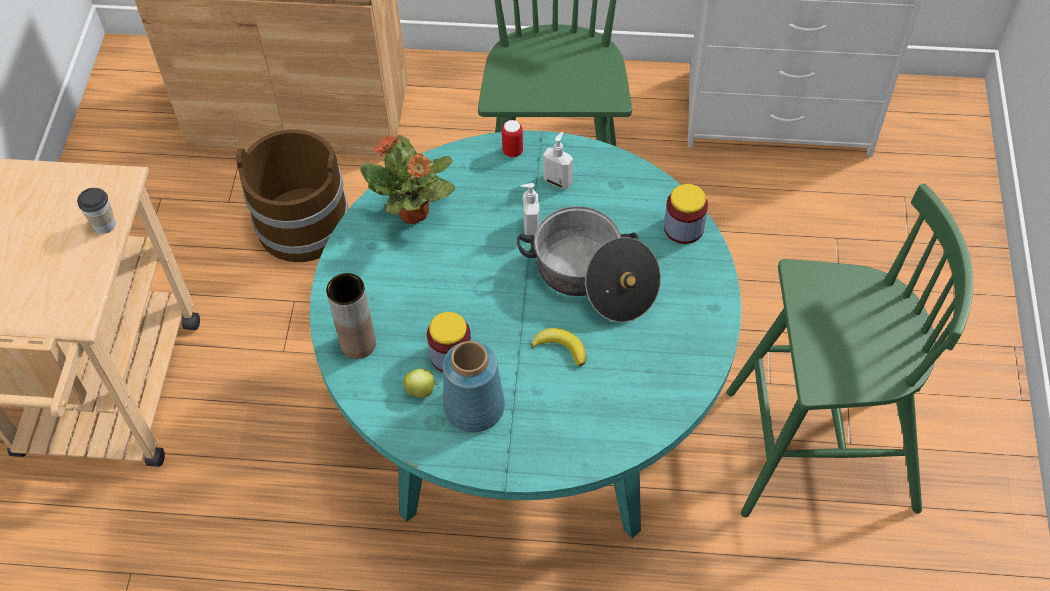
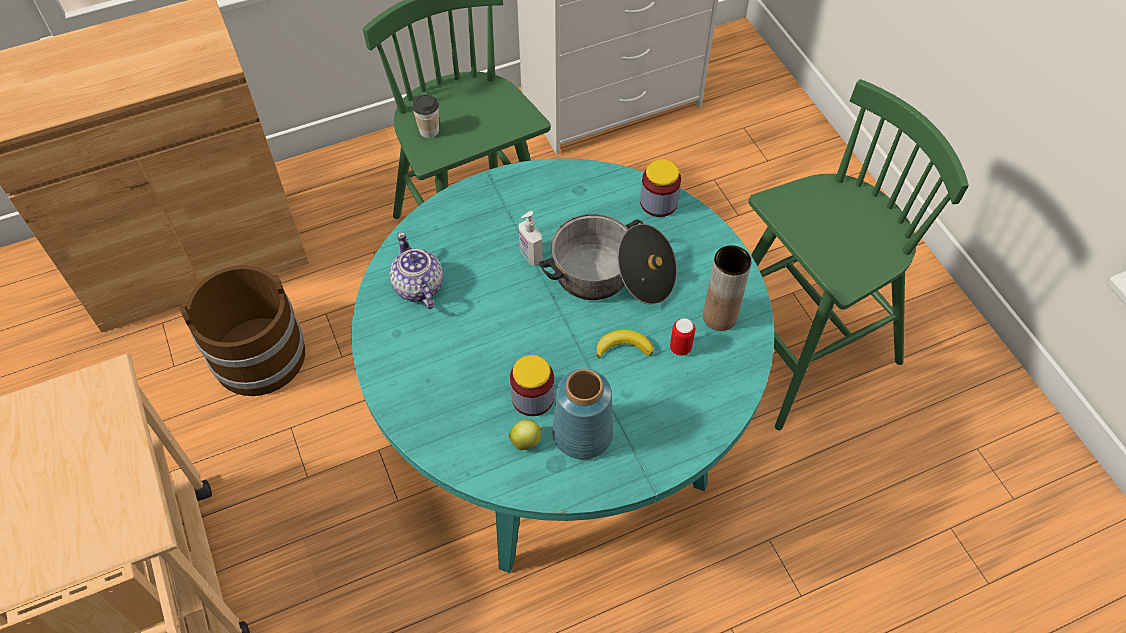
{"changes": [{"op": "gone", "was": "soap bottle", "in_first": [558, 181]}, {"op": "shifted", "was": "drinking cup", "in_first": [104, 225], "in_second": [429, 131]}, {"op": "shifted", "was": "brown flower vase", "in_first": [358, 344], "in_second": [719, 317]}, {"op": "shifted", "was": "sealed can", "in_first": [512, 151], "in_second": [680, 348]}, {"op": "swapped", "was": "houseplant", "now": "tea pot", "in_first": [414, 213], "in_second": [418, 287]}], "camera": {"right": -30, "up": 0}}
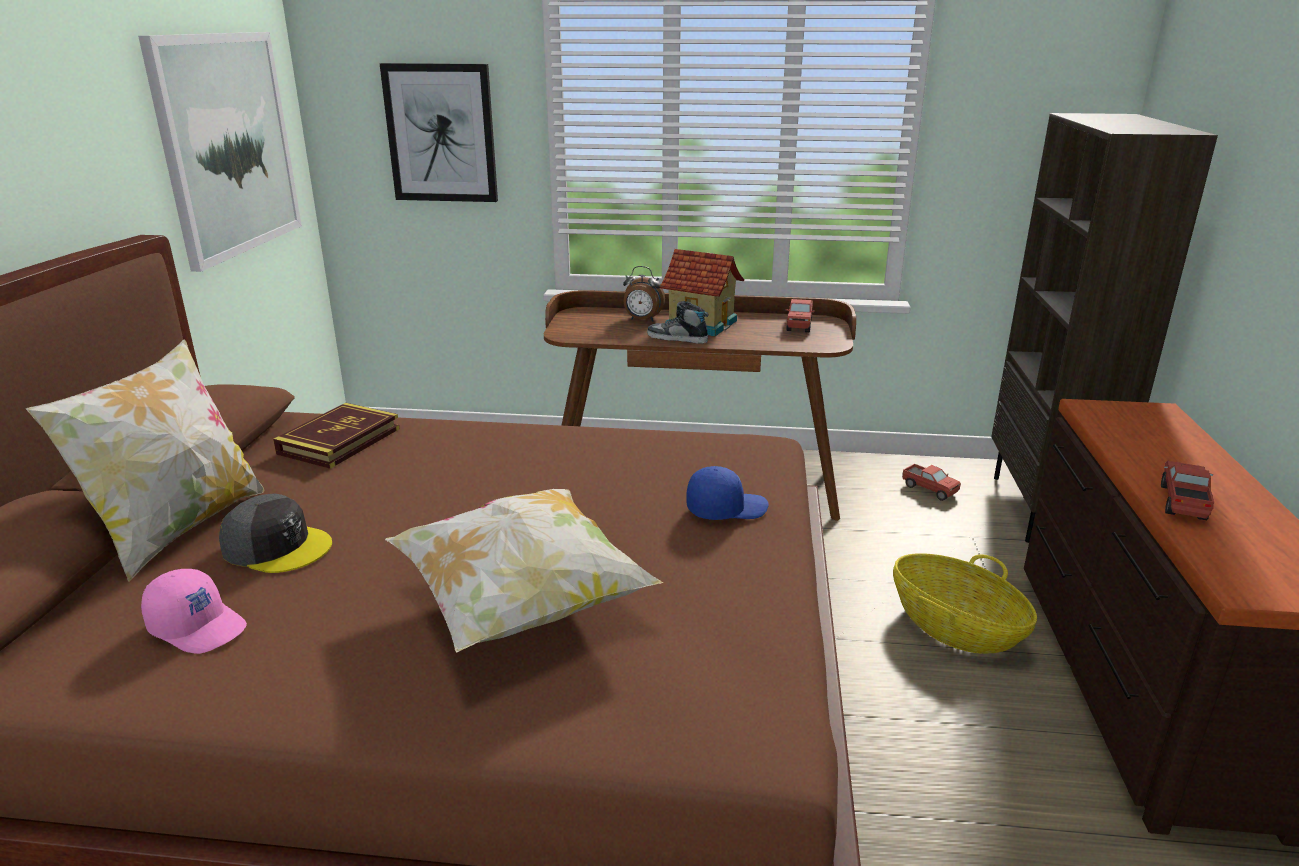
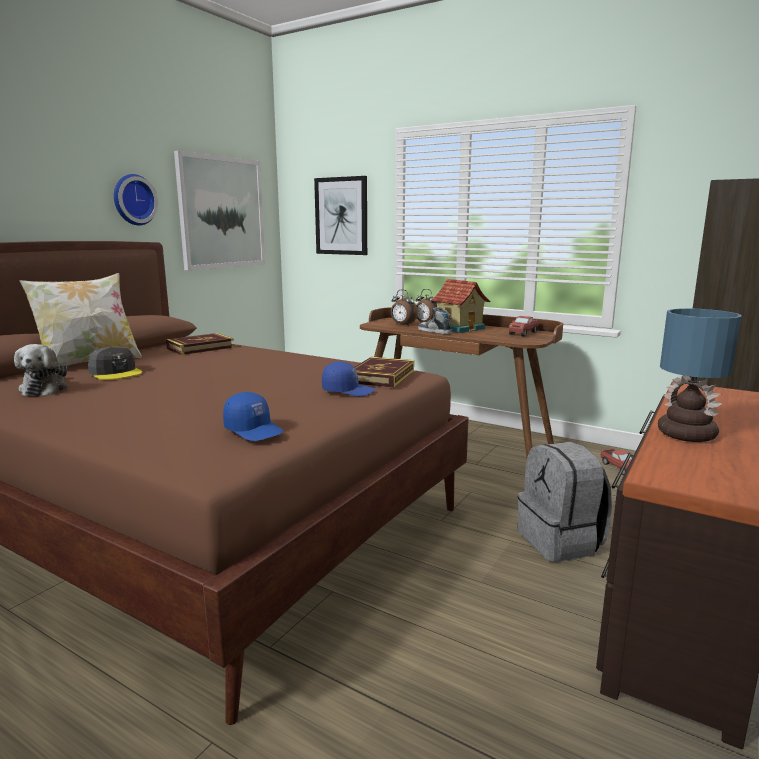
{"changes": [{"op": "gone", "was": "throw pillow", "in_first": [522, 604]}, {"op": "new", "now": "clock on the wall", "in_second": [133, 200]}, {"op": "new", "now": "blue cap", "in_second": [254, 430]}, {"op": "new", "now": "book", "in_second": [381, 376]}, {"op": "new", "now": "bedside clock", "in_second": [402, 325]}, {"op": "swapped", "was": "pinkish cap", "now": "cuddly toy", "in_first": [199, 626], "in_second": [46, 389]}, {"op": "swapped", "was": "storage basket", "now": "grey backpack", "in_first": [955, 627], "in_second": [561, 541]}, {"op": "swapped", "was": "model truck", "now": "lamp for a table", "in_first": [1182, 503], "in_second": [684, 434]}], "camera": {"right": 25, "up": -10}}
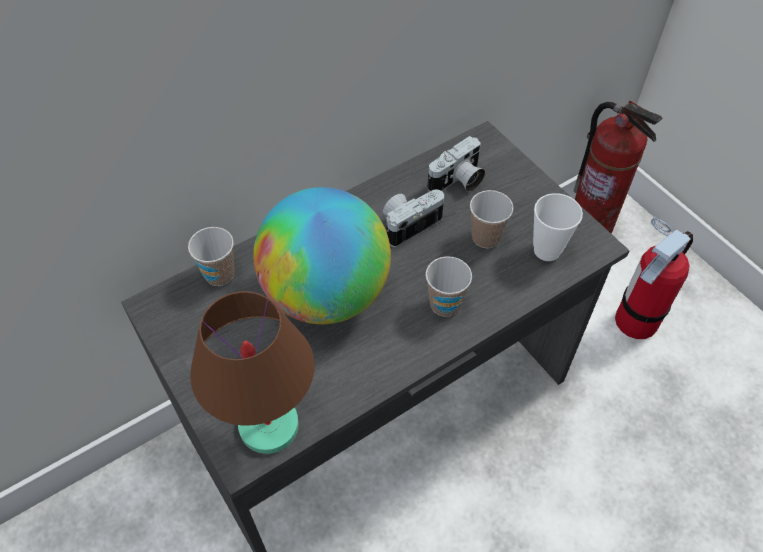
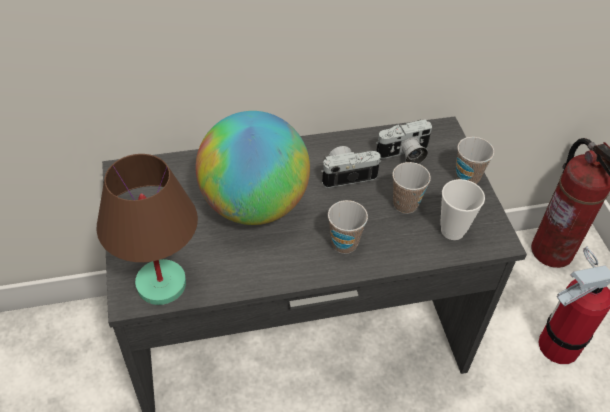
{"changes": [{"op": "shifted", "was": "drinking cup", "in_first": [219, 274], "in_second": [467, 178]}], "camera": {"right": 20, "up": -5}}
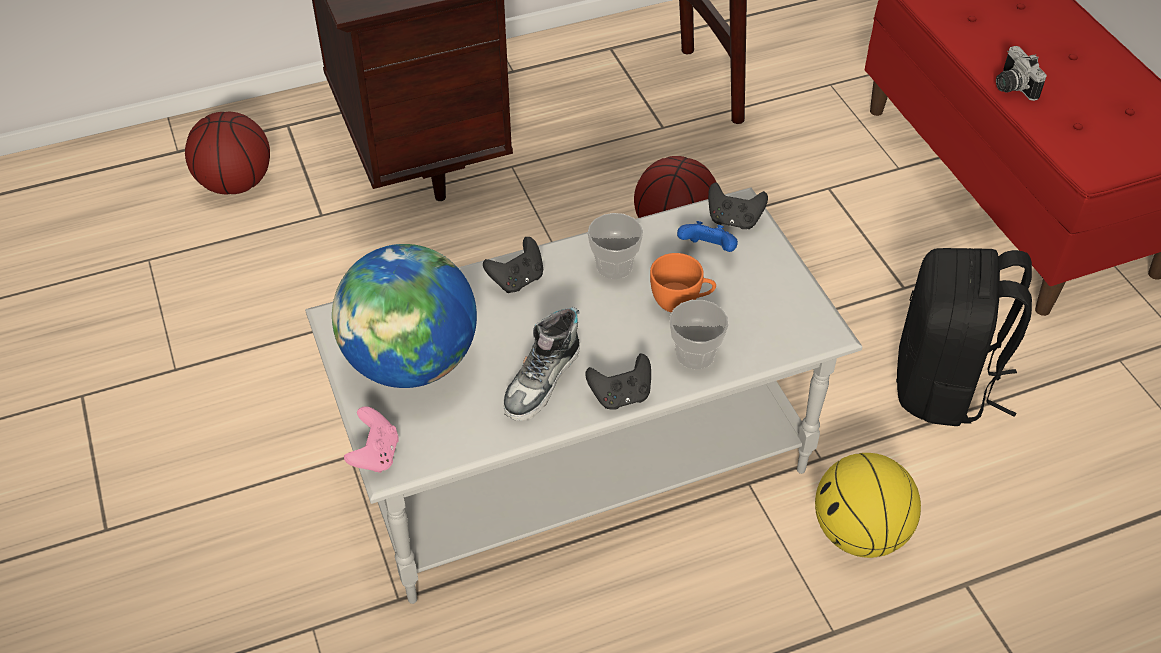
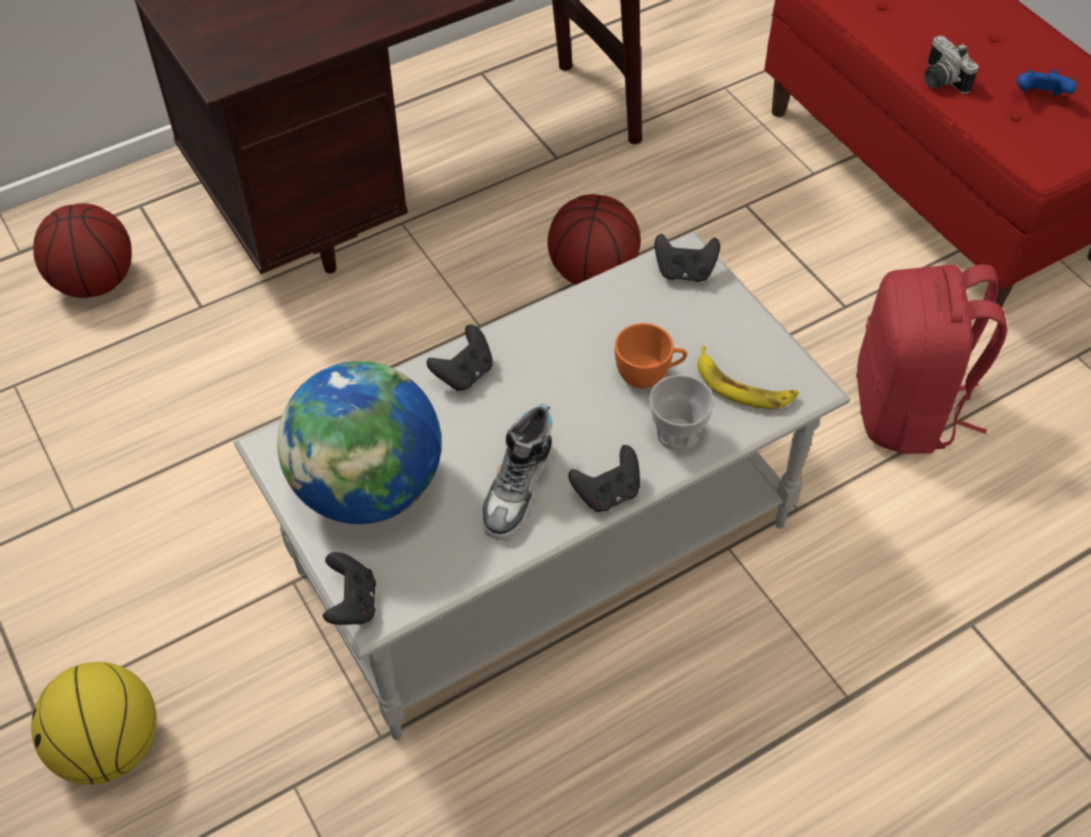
{"changes": [{"op": "gone", "was": "drinking cup", "in_first": [614, 266]}, {"op": "new", "now": "banana", "in_second": [743, 386]}, {"op": "shifted", "was": "blue gamepad", "in_first": [708, 250], "in_second": [1039, 97]}, {"op": "shifted", "was": "ball for basketball", "in_first": [859, 533], "in_second": [110, 747]}, {"op": "repainted", "was": "pinkish gamepad", "now": "black-coloured gamepad", "in_first": [375, 455], "in_second": [352, 603]}, {"op": "repainted", "was": "black-coloured backpack", "now": "red backpack", "in_first": [944, 385], "in_second": [907, 409]}], "camera": {"right": -10, "up": 5}}
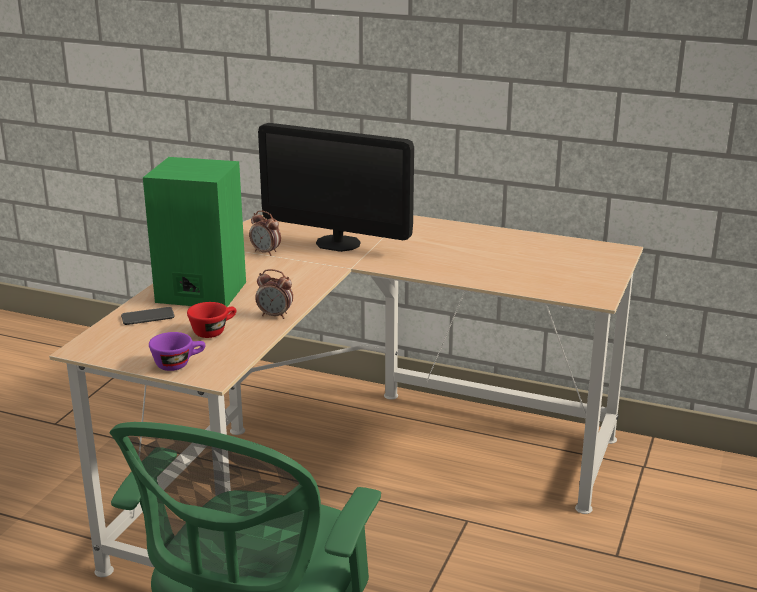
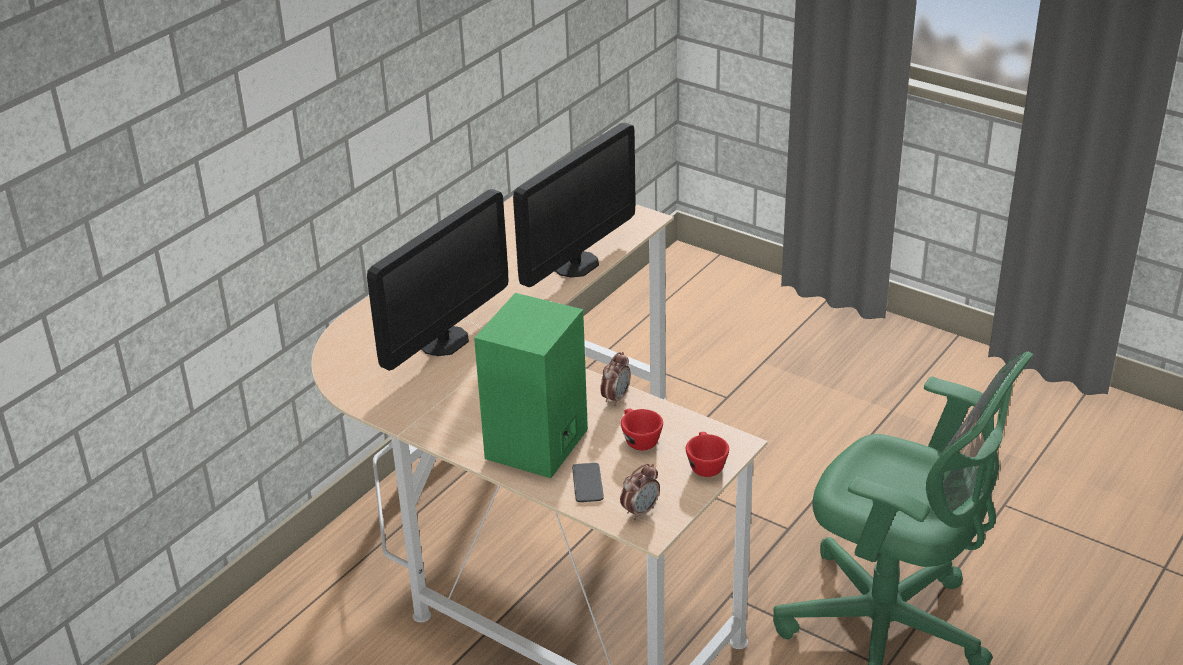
{"changes": [{"op": "new", "now": "monitor", "in_second": [575, 264]}, {"op": "shifted", "was": "bedside clock", "in_first": [266, 252], "in_second": [640, 511]}, {"op": "repainted", "was": "purplish drinking cup", "now": "red drinking cup", "in_first": [178, 364], "in_second": [705, 464]}], "camera": {"right": -75, "up": 10}}
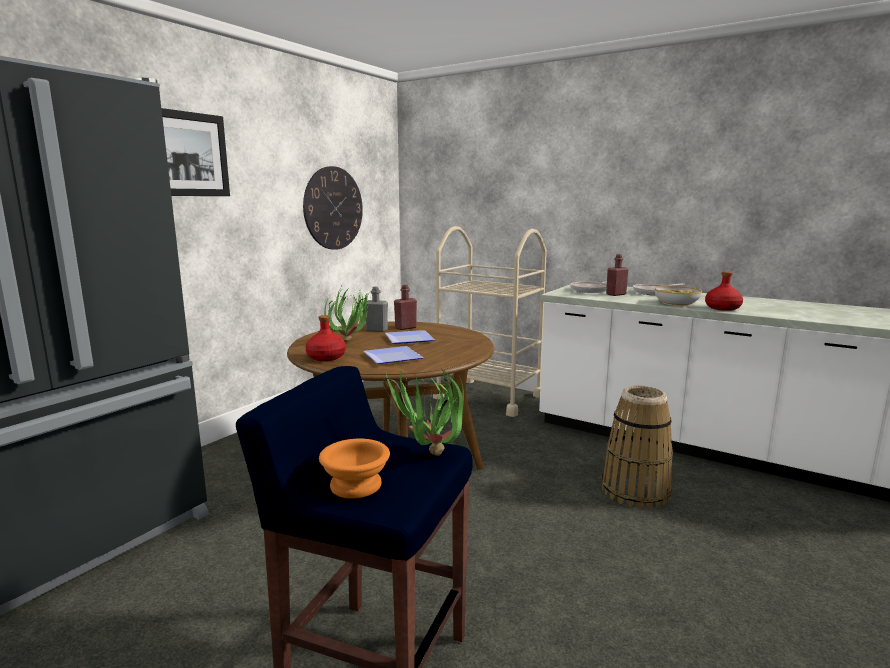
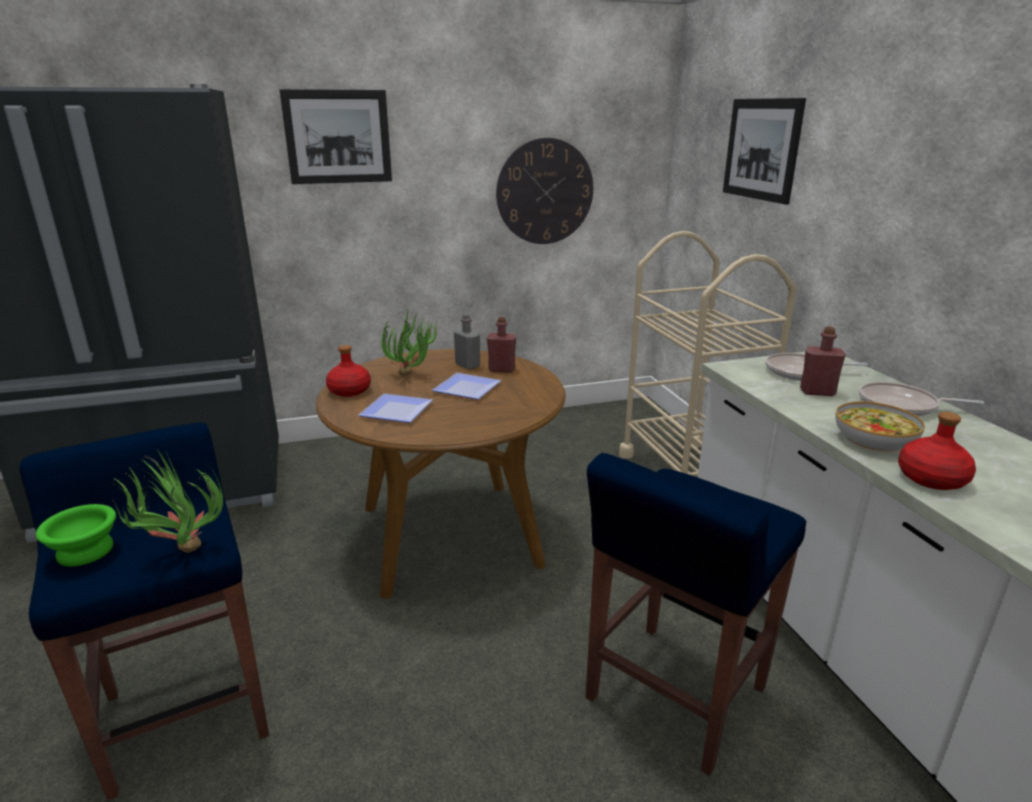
{"changes": [{"op": "new", "now": "picture", "in_second": [761, 149]}, {"op": "swapped", "was": "storage basket", "now": "blue sitting stool", "in_first": [635, 491], "in_second": [673, 695]}, {"op": "repainted", "was": "orange deep dish", "now": "green-coloured deep dish", "in_first": [357, 484], "in_second": [88, 551]}], "camera": {"right": 40, "up": 10}}
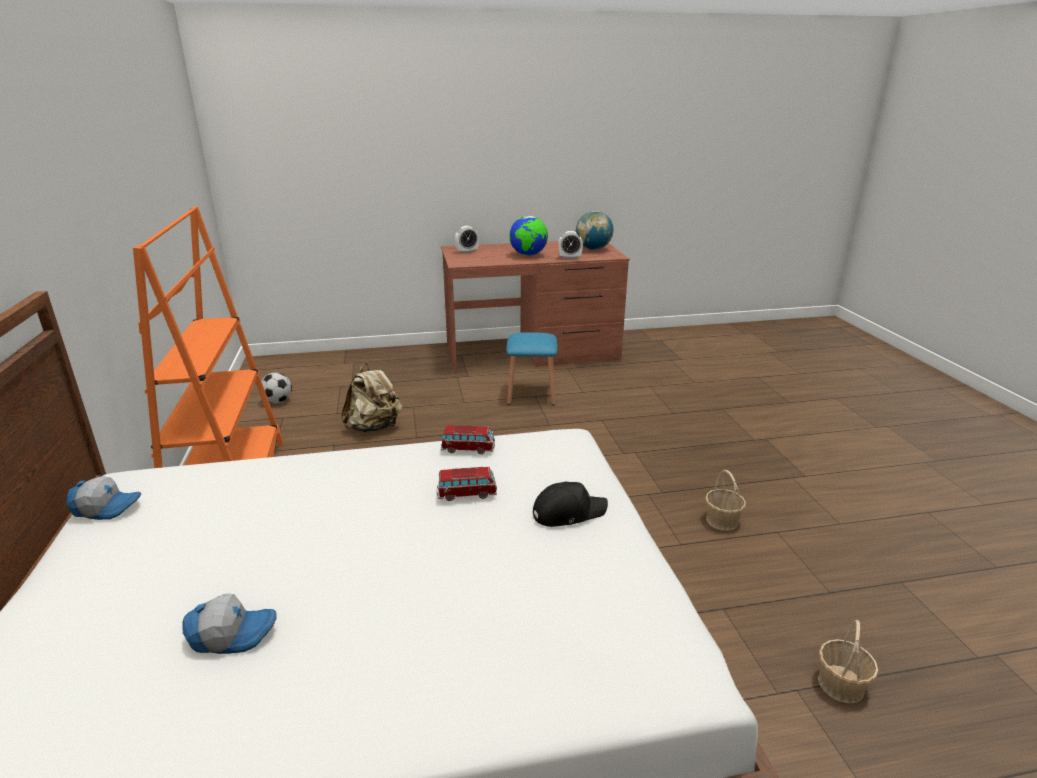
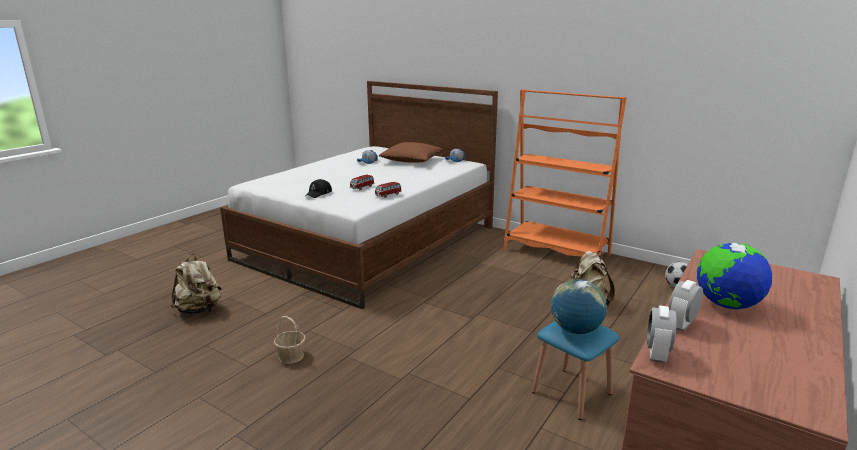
{"changes": [{"op": "new", "now": "brown throw pillow", "in_second": [411, 160]}, {"op": "shifted", "was": "bedside clock", "in_first": [467, 251], "in_second": [657, 354]}, {"op": "shifted", "was": "globe", "in_first": [593, 249], "in_second": [575, 330]}, {"op": "swapped", "was": "storage basket", "now": "beige-coloured backpack", "in_first": [840, 685], "in_second": [199, 310]}], "camera": {"right": 135, "up": -5}}
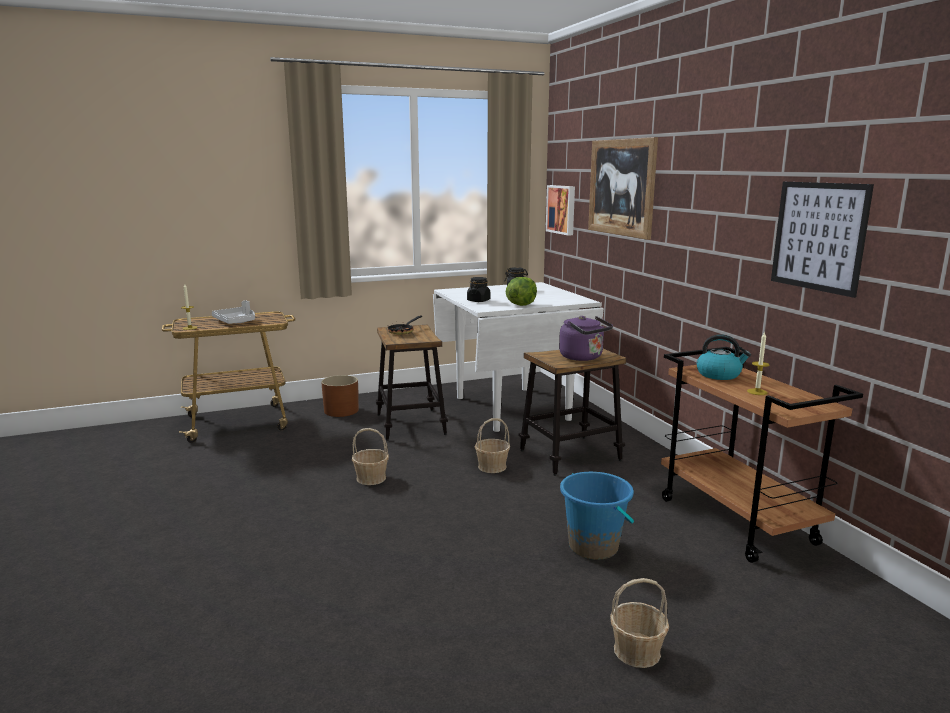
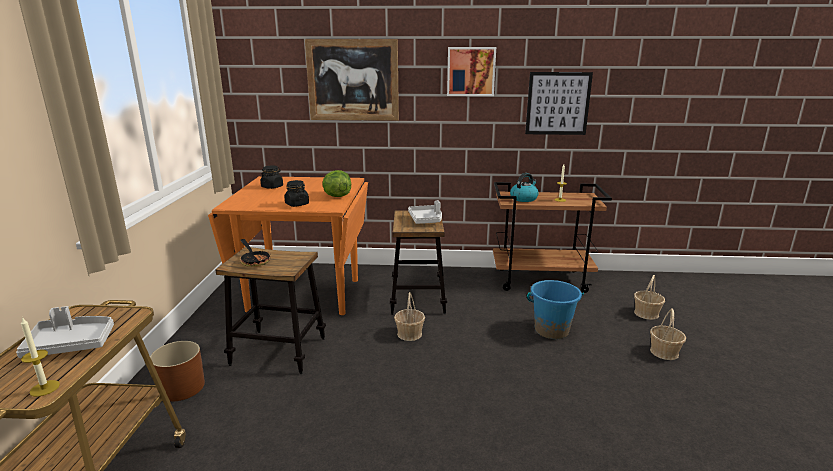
{"changes": [{"op": "shifted", "was": "storage basket", "in_first": [371, 478], "in_second": [646, 313]}, {"op": "shifted", "was": "picture", "in_first": [562, 209], "in_second": [471, 71]}, {"op": "swapped", "was": "purplish kettle", "now": "grey carrying tray", "in_first": [583, 357], "in_second": [426, 220]}, {"op": "repainted", "was": "white-coloured kitchen table", "now": "orange kitchen table", "in_first": [512, 408], "in_second": [305, 294]}], "camera": {"right": -65, "up": 5}}
